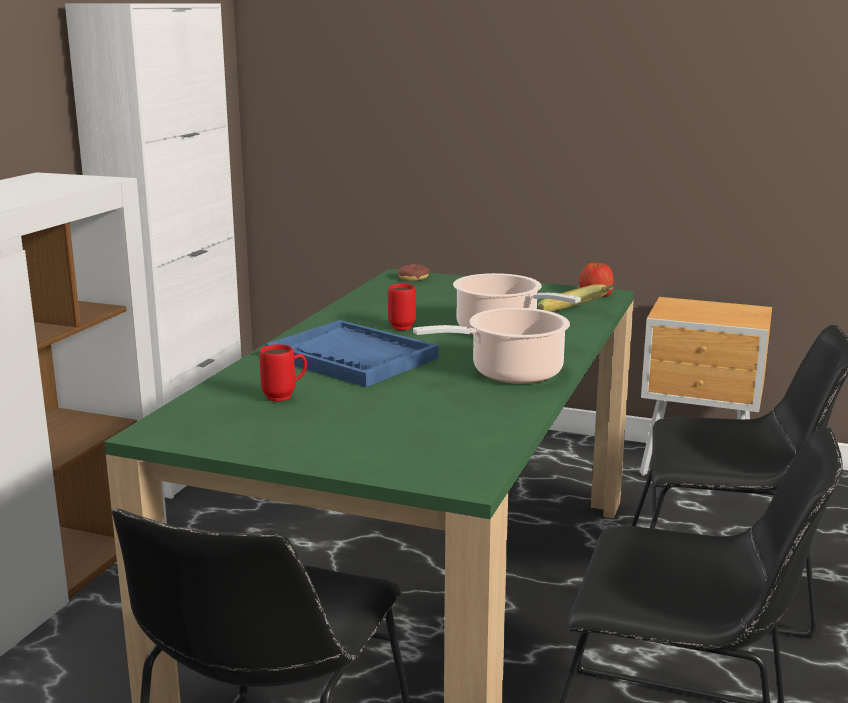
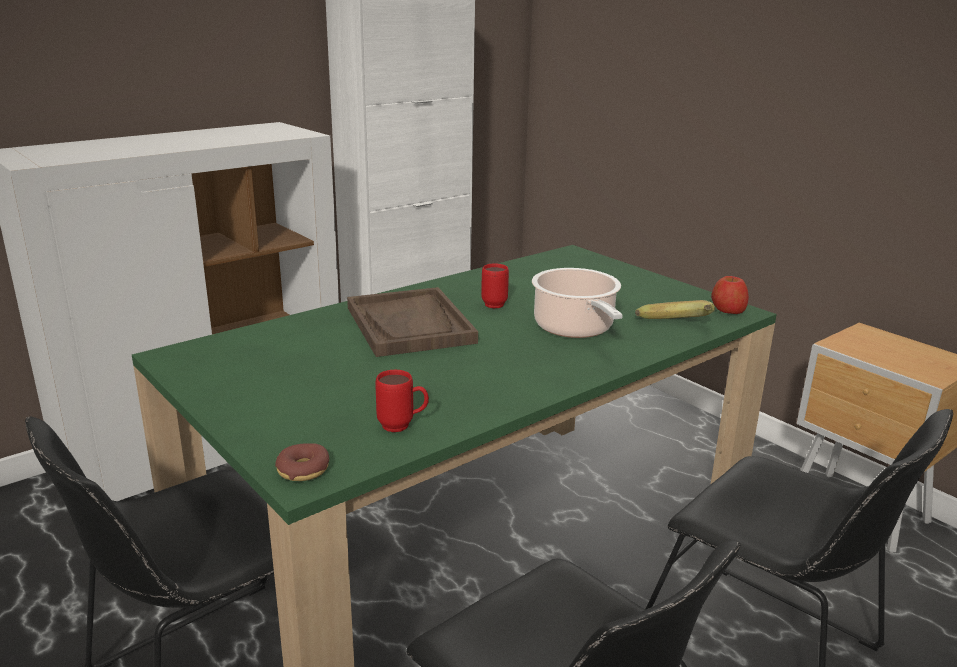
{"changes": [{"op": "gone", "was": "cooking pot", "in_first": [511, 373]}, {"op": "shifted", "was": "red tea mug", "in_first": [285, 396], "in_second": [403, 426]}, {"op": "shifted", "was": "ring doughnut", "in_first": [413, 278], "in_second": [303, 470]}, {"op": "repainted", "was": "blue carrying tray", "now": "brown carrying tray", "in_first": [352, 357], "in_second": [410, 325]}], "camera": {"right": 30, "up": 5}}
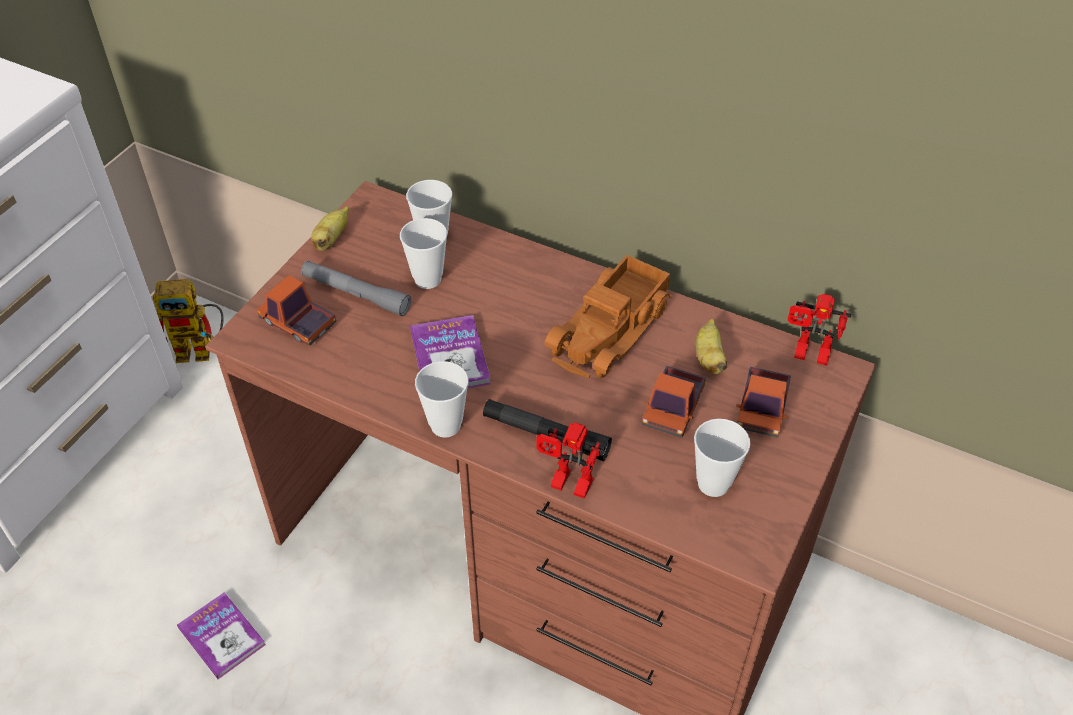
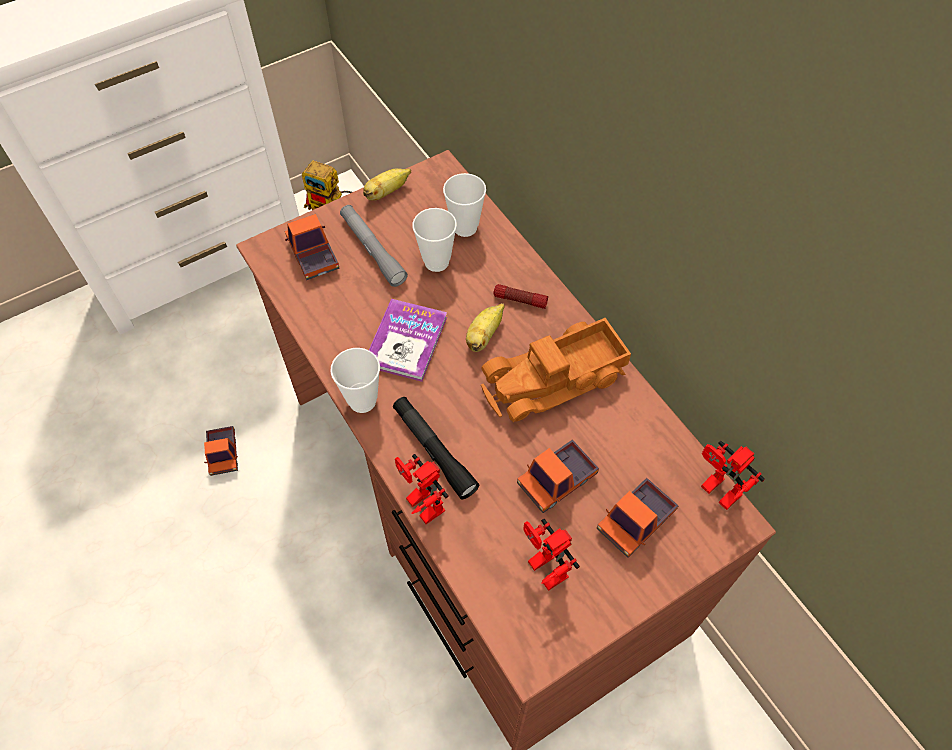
{"changes": [{"op": "new", "now": "hand torch", "in_second": [520, 300]}, {"op": "shifted", "was": "banana", "in_first": [709, 358], "in_second": [484, 335]}, {"op": "swapped", "was": "book", "now": "model truck", "in_first": [222, 636], "in_second": [223, 454]}, {"op": "swapped", "was": "drinking cup", "now": "toy robot", "in_first": [713, 484], "in_second": [542, 570]}], "camera": {"right": 30, "up": 10}}
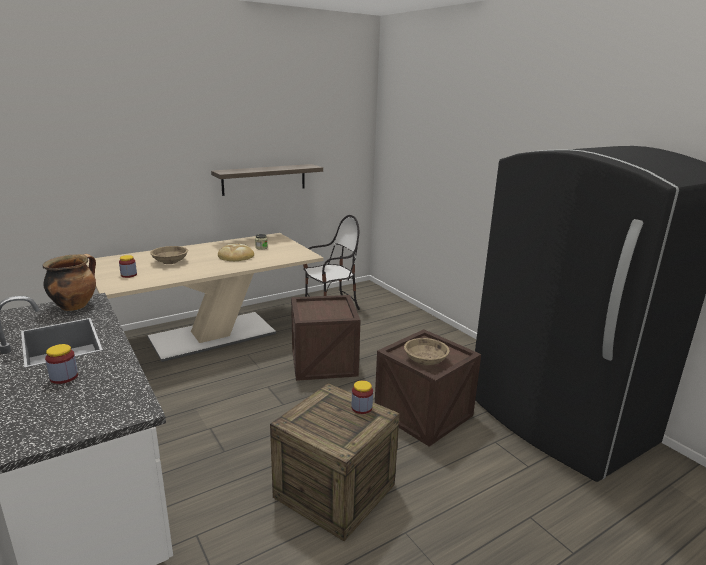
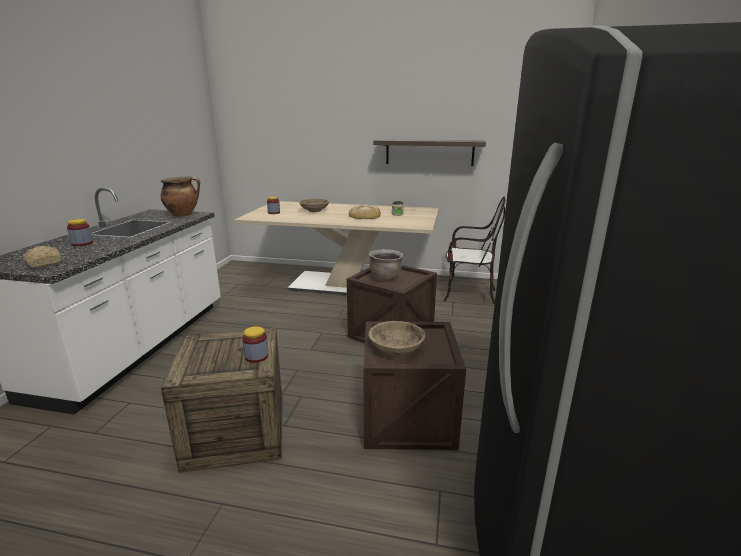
{"changes": [{"op": "new", "now": "bread", "in_second": [44, 263]}, {"op": "new", "now": "brown cooking pot", "in_second": [385, 277]}], "camera": {"right": 45, "up": 0}}
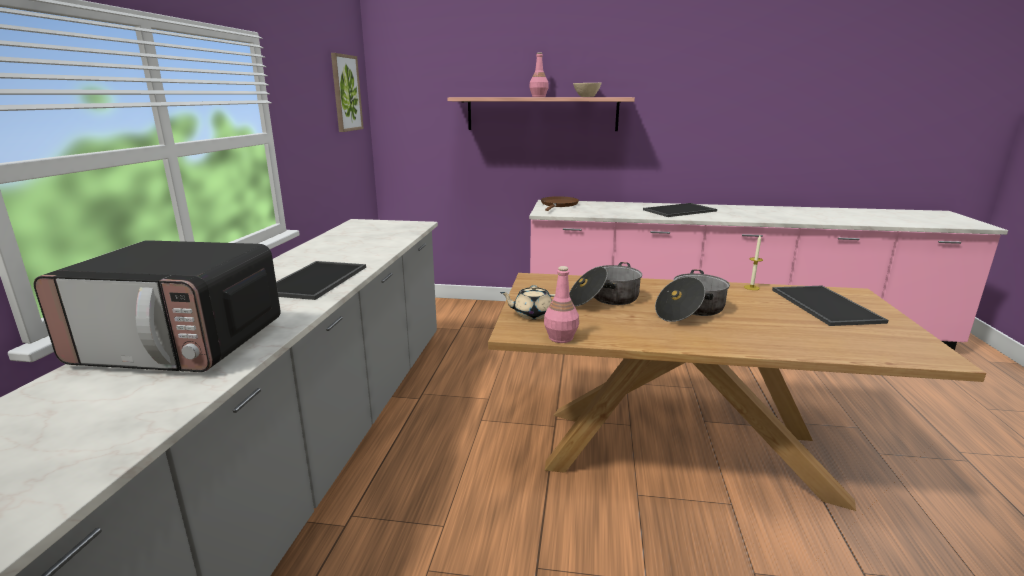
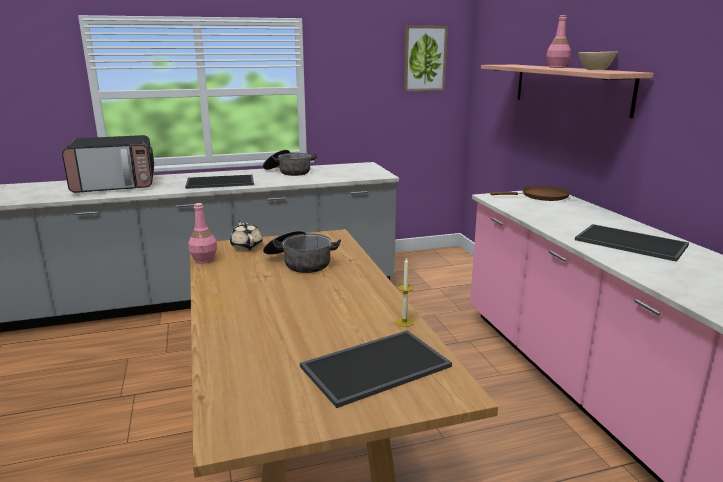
{"changes": [{"op": "shifted", "was": "cooking pot", "in_first": [690, 311], "in_second": [288, 172]}, {"op": "rotated", "was": "microwave oven", "in_first": [182, 344], "in_second": [115, 185], "clockwise": -90}], "camera": {"right": 65, "up": 0}}
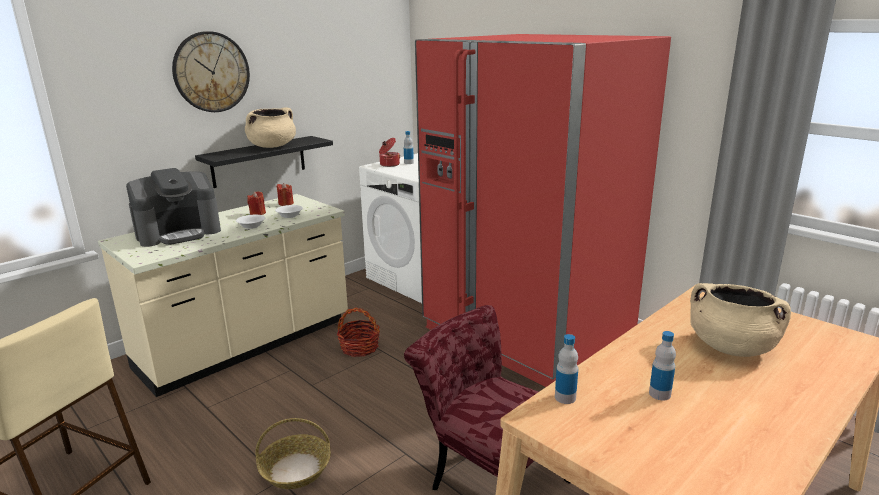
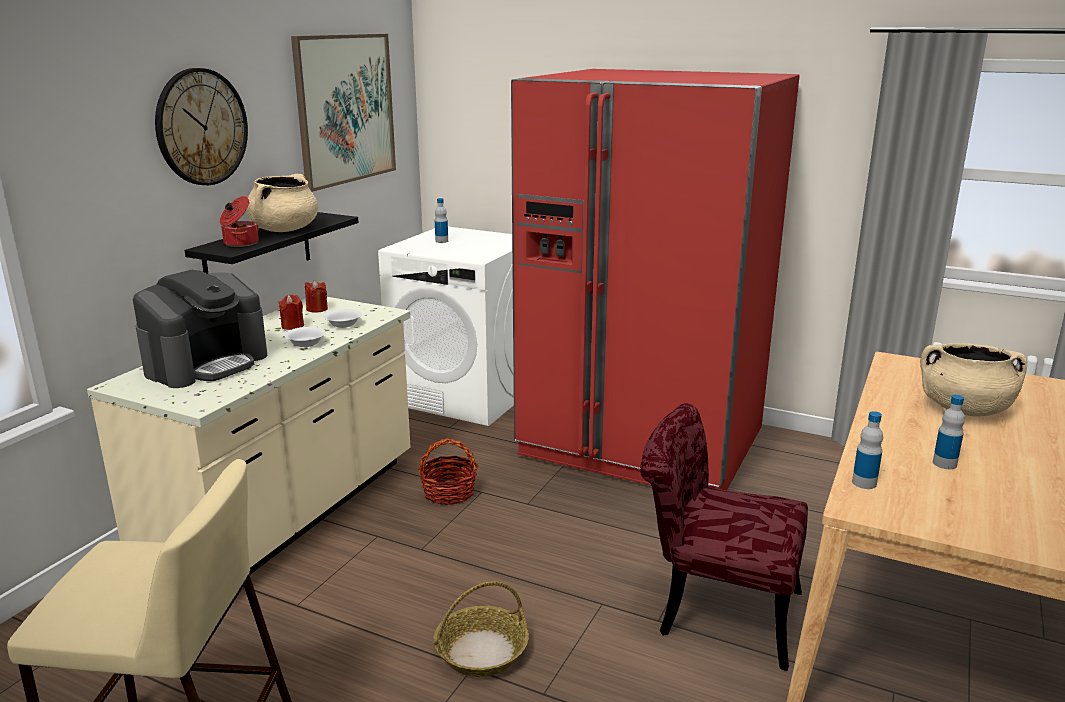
{"changes": [{"op": "new", "now": "picture", "in_second": [345, 109]}, {"op": "shifted", "was": "cooking pot", "in_first": [389, 165], "in_second": [240, 243]}], "camera": {"right": -20, "up": 0}}
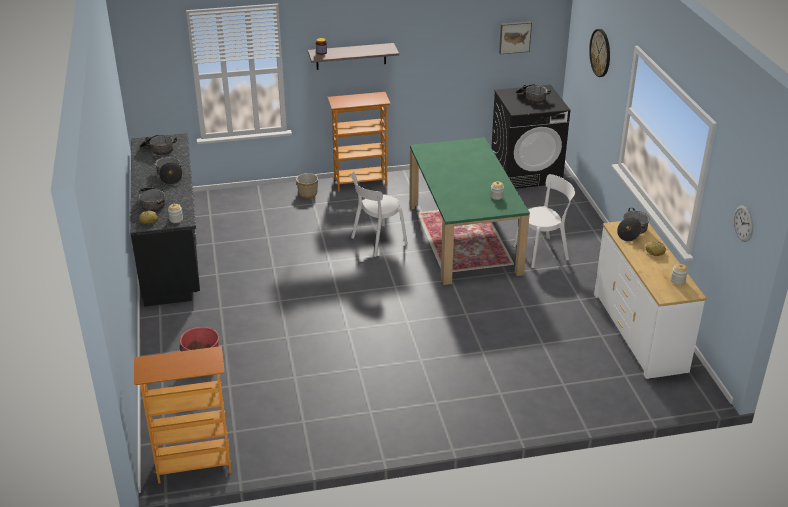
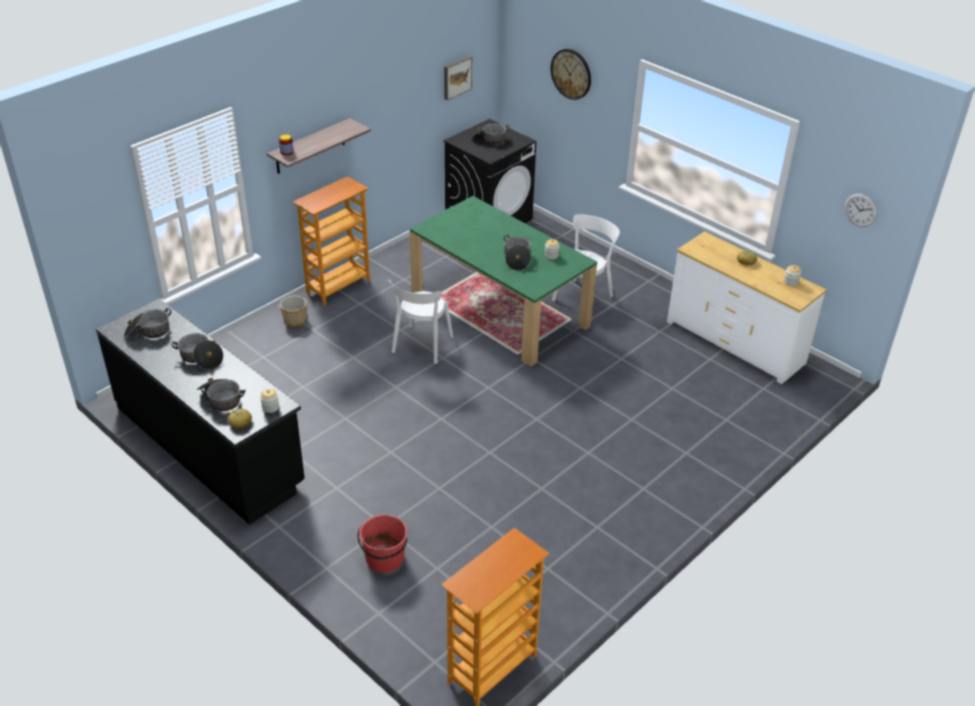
{"changes": [{"op": "shifted", "was": "cooking pot", "in_first": [632, 231], "in_second": [517, 259]}], "camera": {"right": -35, "up": 5}}
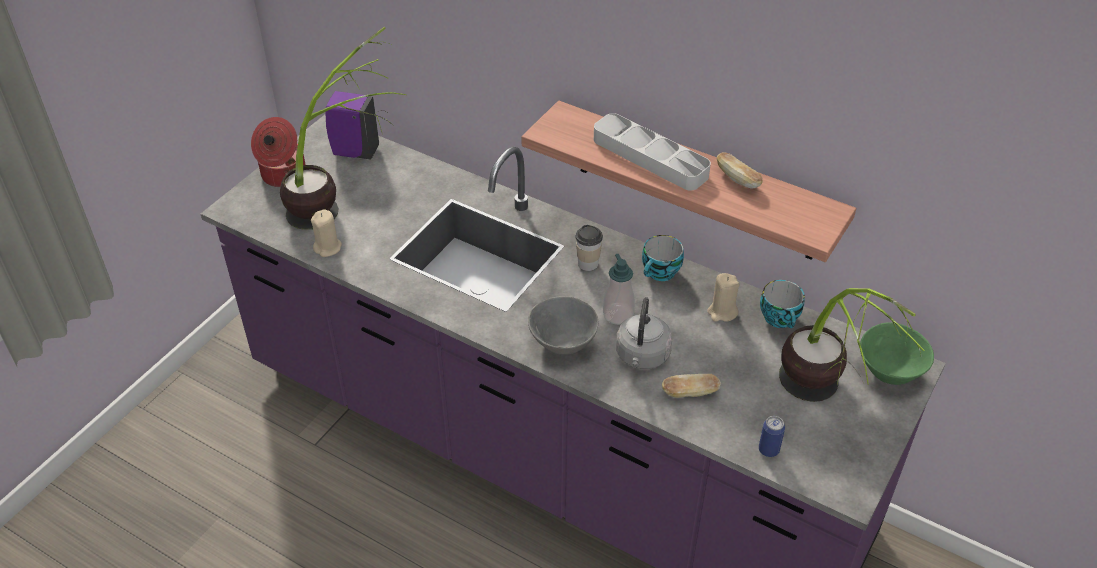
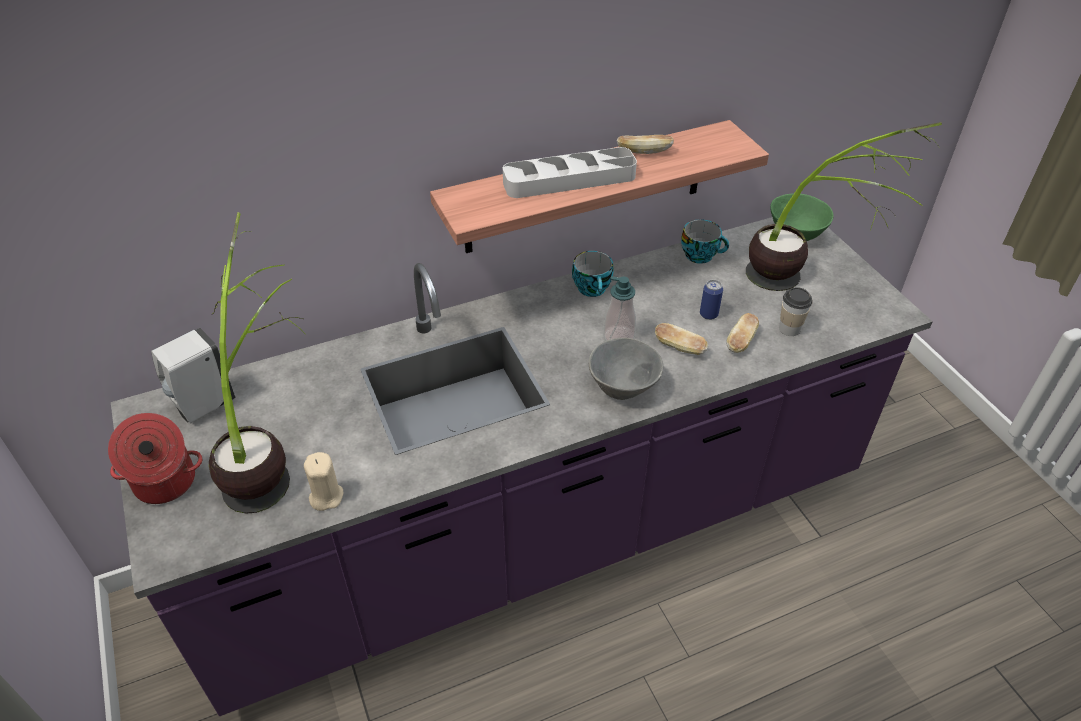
{"changes": [{"op": "gone", "was": "beige-coloured wax light", "in_first": [722, 312]}, {"op": "shifted", "was": "drinking cup", "in_first": [588, 264], "in_second": [789, 329]}, {"op": "shifted", "was": "sealed can", "in_first": [768, 450], "in_second": [708, 314]}, {"op": "swapped", "was": "grey kettle", "now": "bread", "in_first": [642, 357], "in_second": [679, 347]}, {"op": "repainted", "was": "purplish soap bottle", "now": "white-coloured soap bottle", "in_first": [354, 152], "in_second": [202, 406]}], "camera": {"right": -55, "up": 0}}
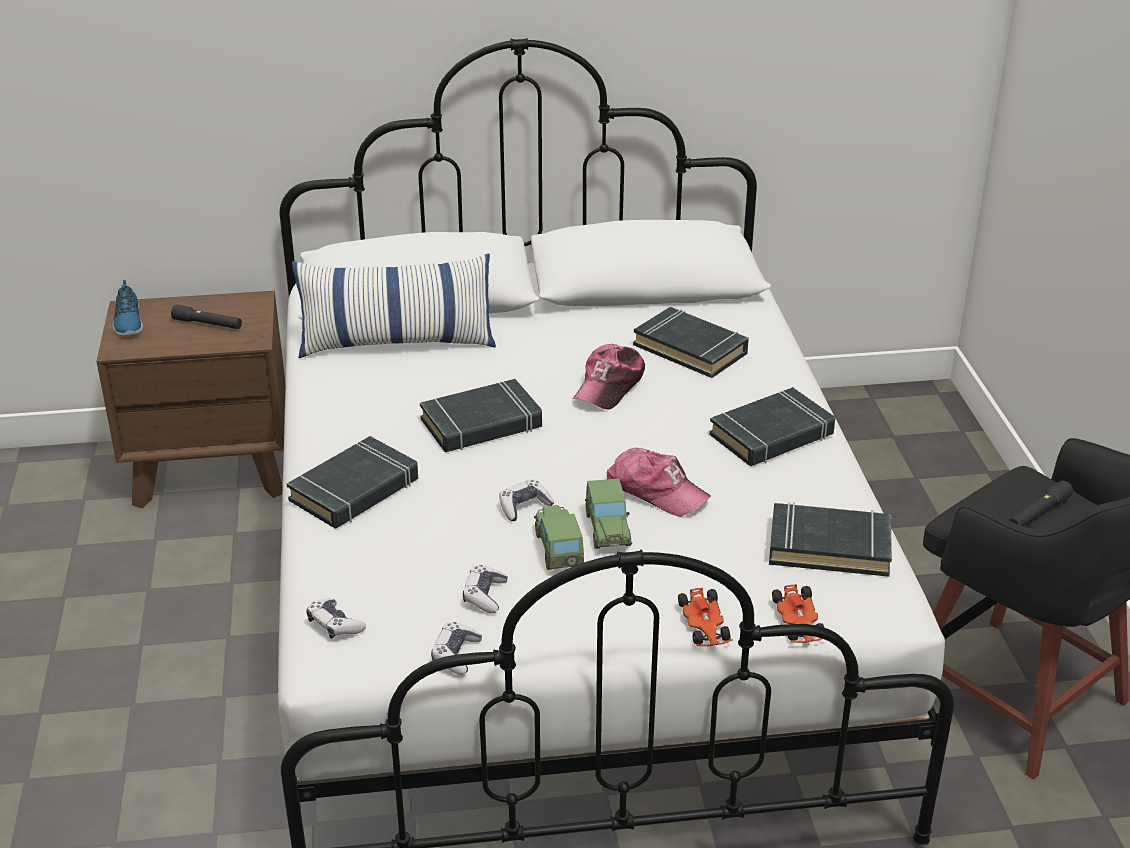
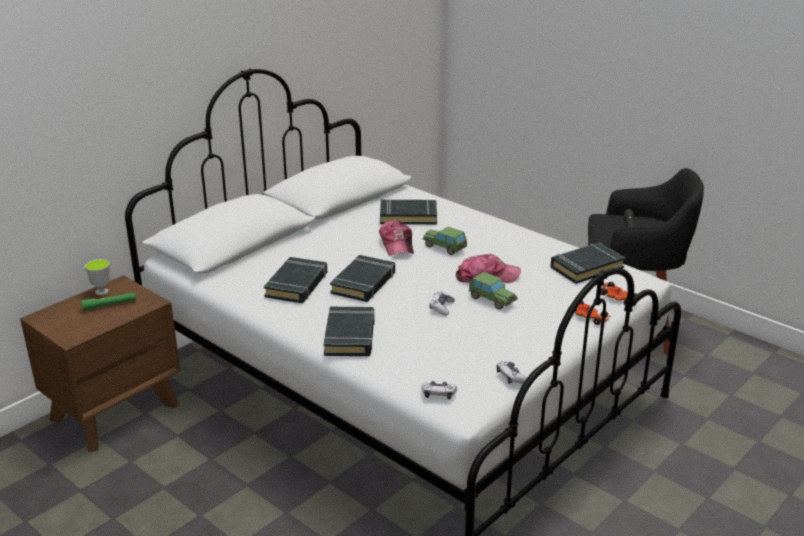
{"changes": [{"op": "gone", "was": "low shoe", "in_first": [127, 322]}, {"op": "gone", "was": "throw pillow", "in_first": [397, 342]}, {"op": "gone", "was": "gamepad", "in_first": [485, 595]}, {"op": "new", "now": "drinking cup", "in_second": [102, 292]}, {"op": "shifted", "was": "model car", "in_first": [559, 550], "in_second": [445, 248]}, {"op": "shifted", "was": "black-coloured book", "in_first": [772, 435], "in_second": [297, 285]}, {"op": "repainted", "was": "black-coloured hand torch", "now": "green-coloured hand torch", "in_first": [208, 324], "in_second": [109, 305]}], "camera": {"right": -40, "up": -5}}
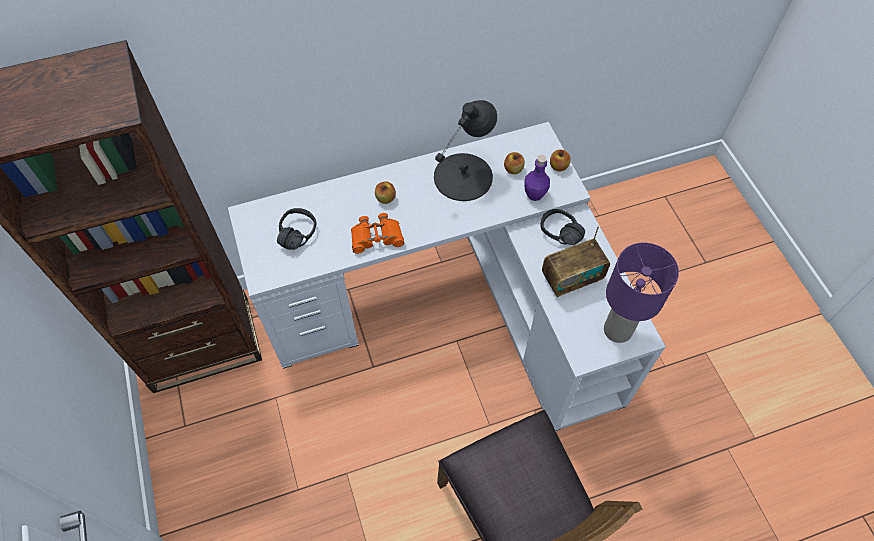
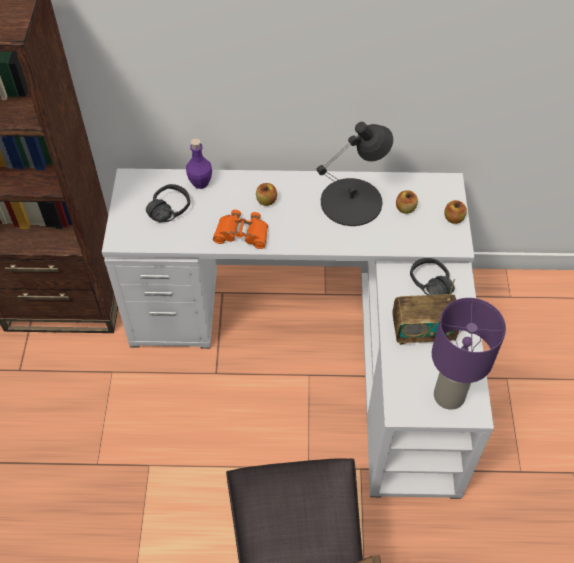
{"changes": [{"op": "shifted", "was": "purplish drink bottle", "in_first": [534, 194], "in_second": [200, 183]}], "camera": {"right": 20, "up": -5}}
